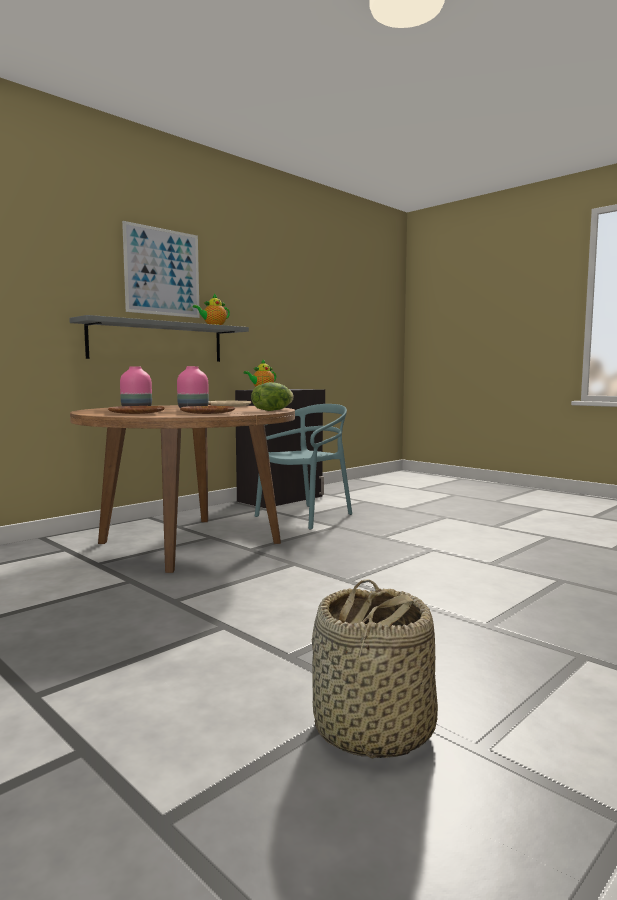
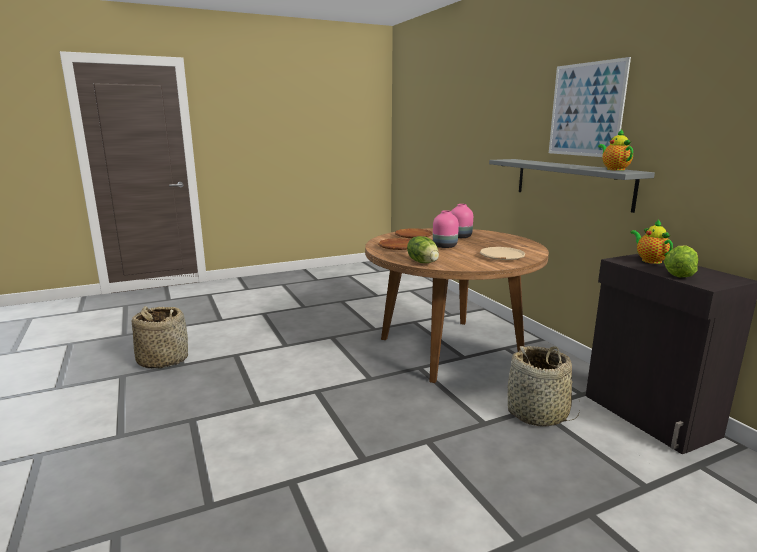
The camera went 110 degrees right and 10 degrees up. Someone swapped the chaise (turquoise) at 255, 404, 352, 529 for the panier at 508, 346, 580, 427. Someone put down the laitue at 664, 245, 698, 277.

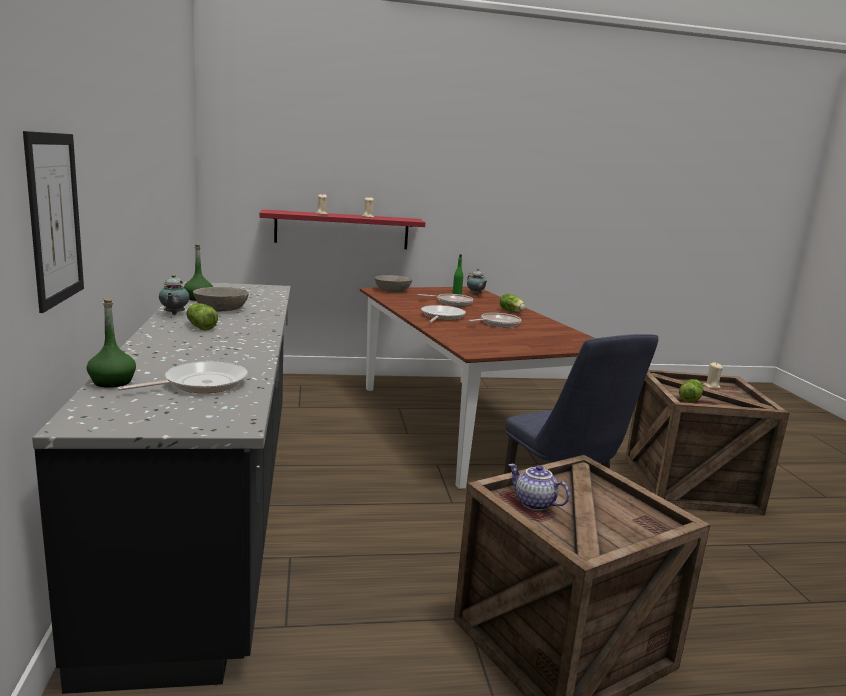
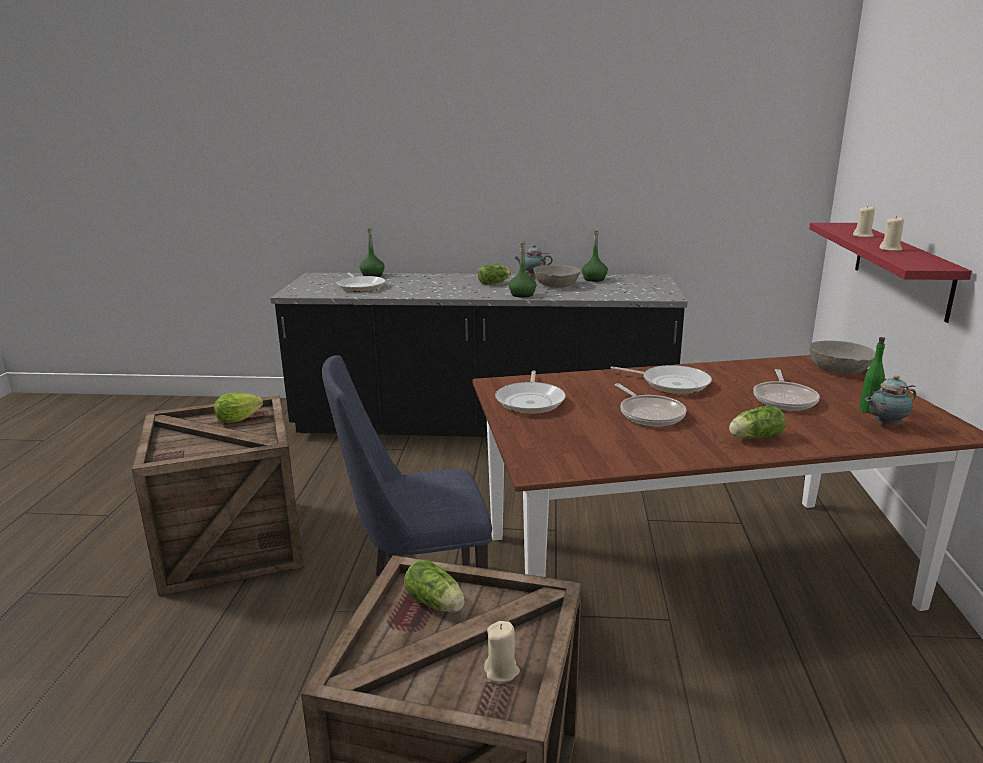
The camera went 105 degrees right and 5 degrees up. Someone took away the tableau at 23, 131, 84, 313. Someone swapped the théière at 508, 464, 570, 511 for the laitue at 214, 393, 263, 423. Someone put down the poêle at 496, 370, 566, 414. Someone put down the bouteille (vert) at 509, 242, 536, 298.

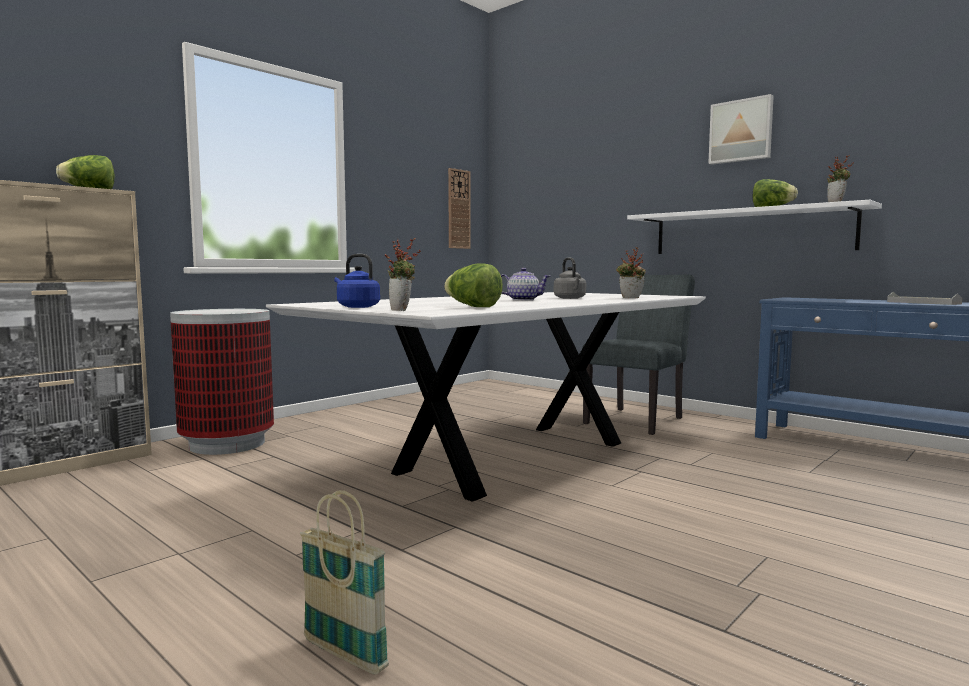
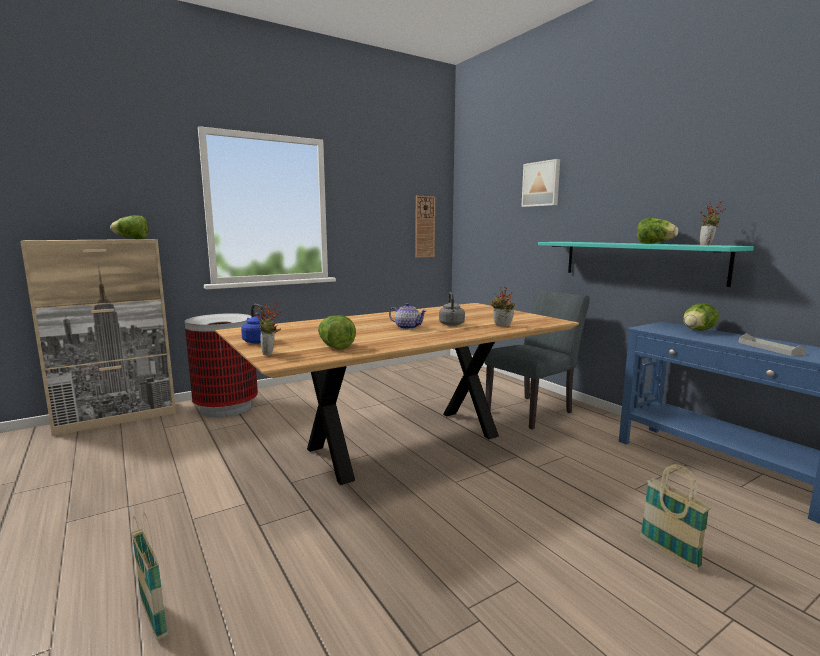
The camera went 15 degrees right and 5 degrees up. Someone repainted the table à manger (blanc) at 266, 292, 706, 502, which became the table à manger (marron) at 215, 303, 579, 485. Someone repainted the étagère (blanc) at 627, 200, 882, 254, which became the étagère (turquoise) at 538, 242, 754, 287. Someone carried the tableau from 708, 94, 774, 165 to 521, 159, 560, 207. Someone put down the panier at 640, 464, 711, 570. Someone put down the laitue at 683, 303, 719, 331.

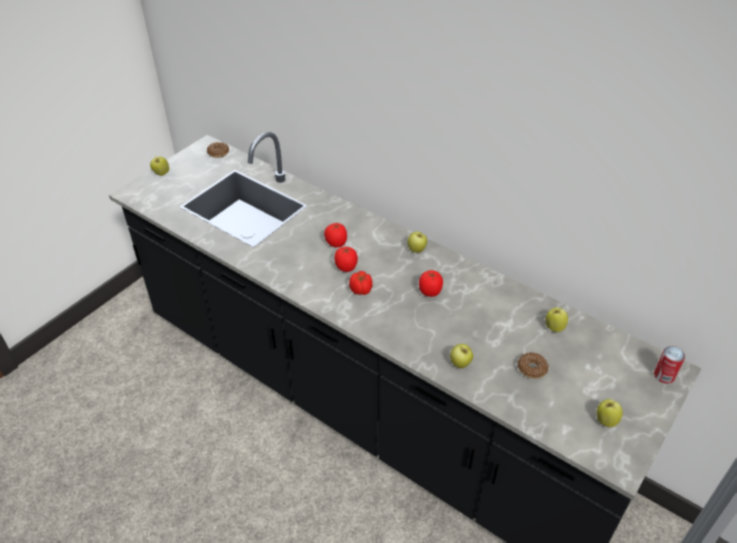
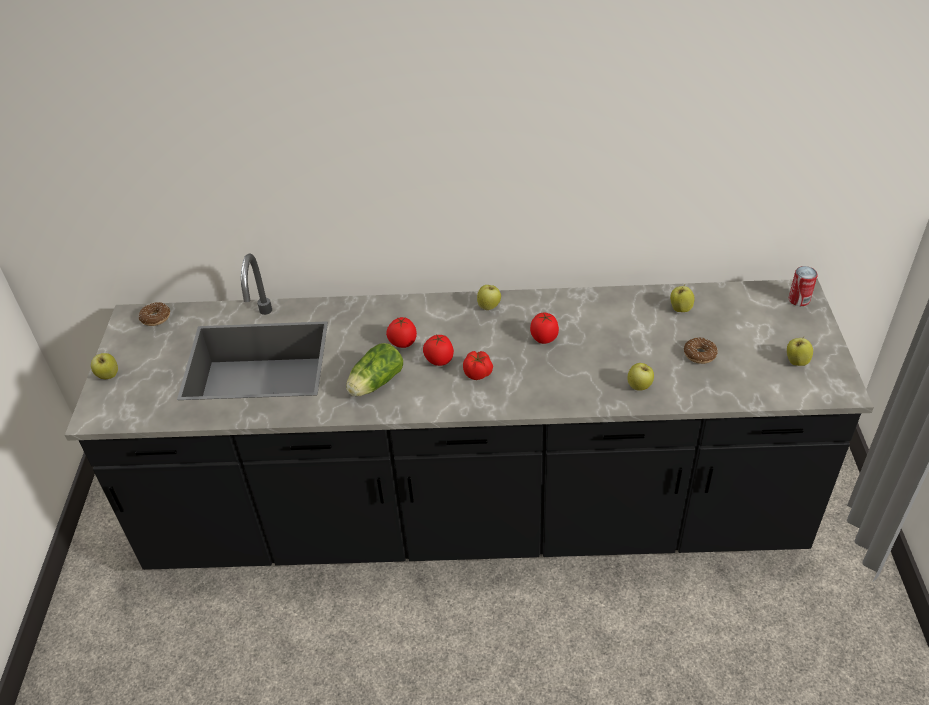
The camera went 35 degrees left and 0 degrees up. Someone put down the laitue at 346, 343, 403, 396.

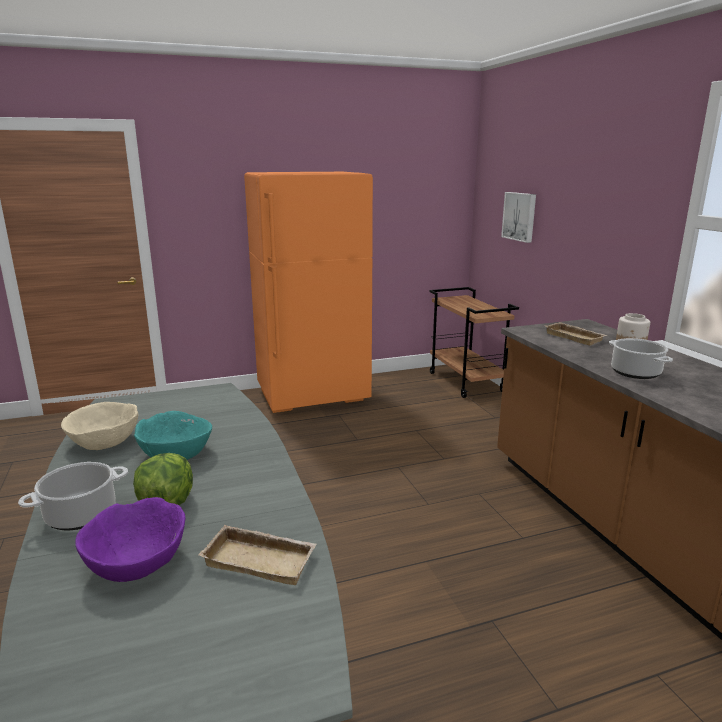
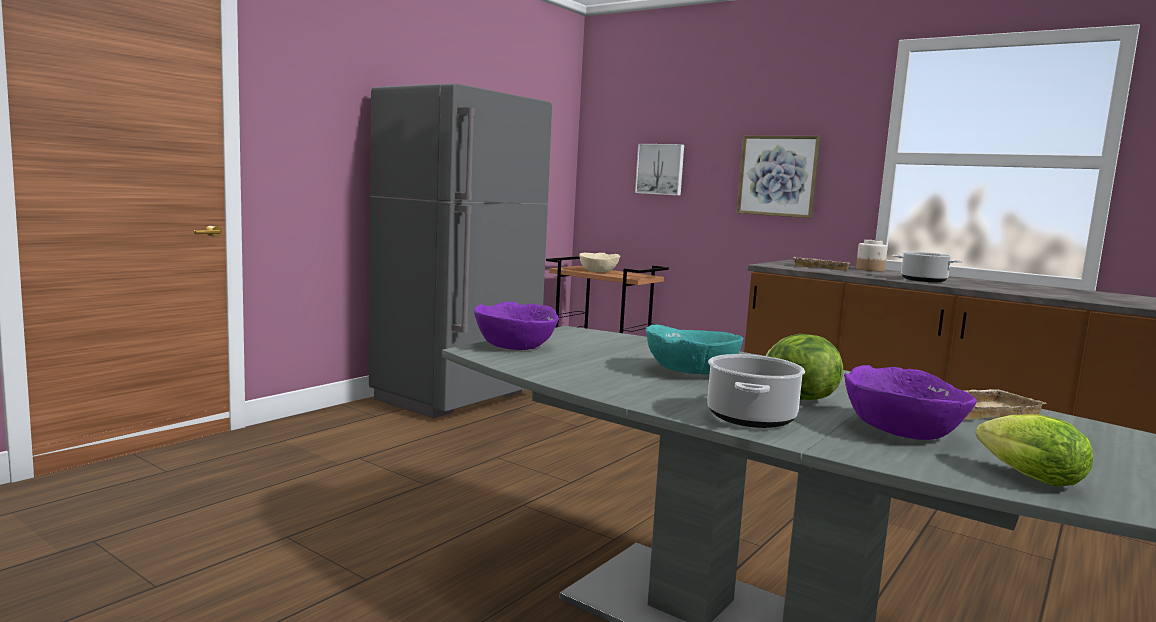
The camera went 35 degrees left and 10 degrees down. Someone carried the bol (beige) from 61, 402, 139, 450 to 579, 253, 620, 272. Someone repainted the réfrigérateur (orange) at 244, 172, 373, 413, which became the réfrigérateur (gris) at 369, 83, 552, 418. Someone put down the bol (violet) at 474, 302, 559, 350. Someone put up the tableau at 737, 136, 821, 218. Someone put down the laitue at 976, 415, 1093, 487.

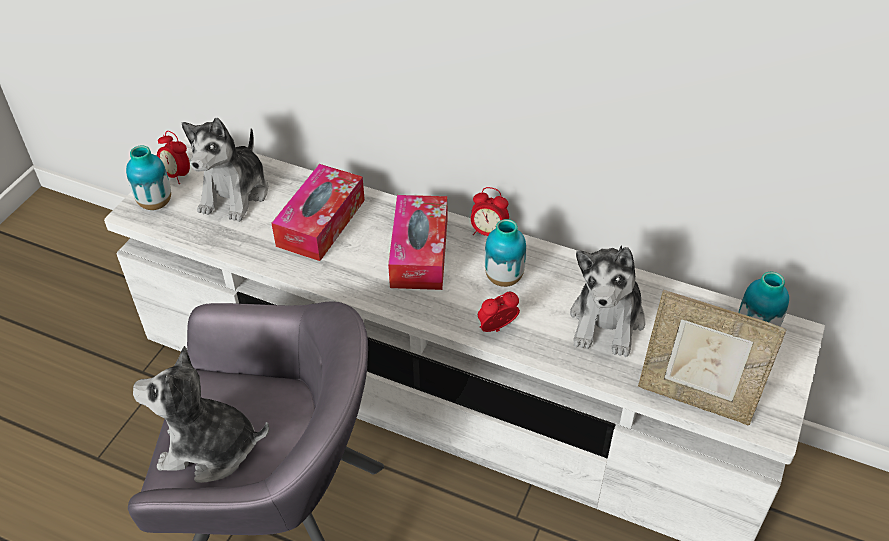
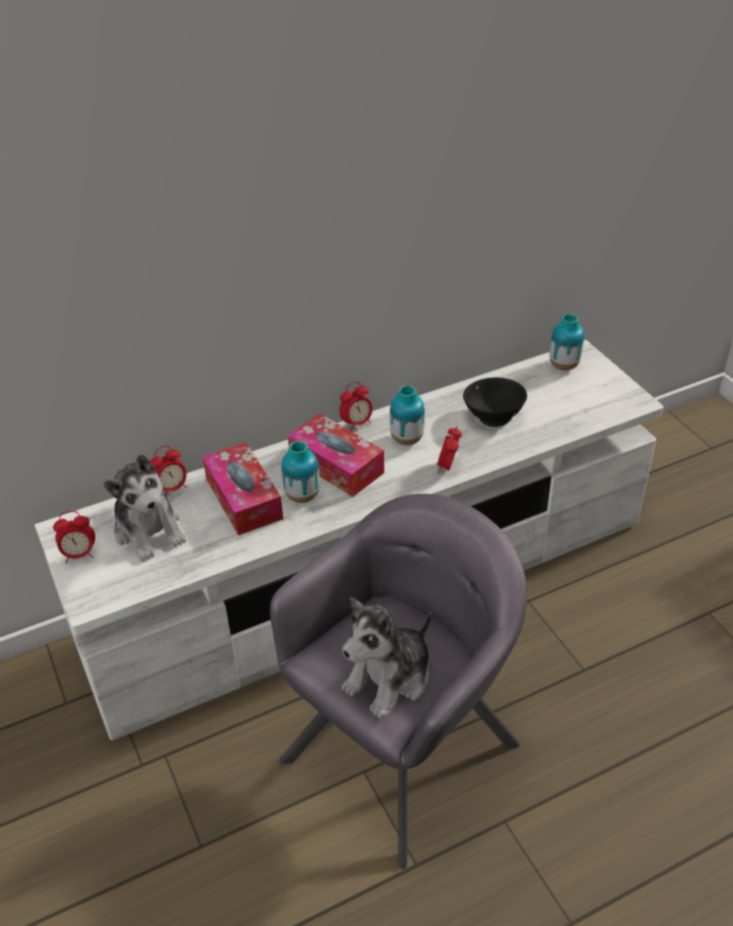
The camera went 50 degrees left and 5 degrees down. Someone carried the vase from 126, 146, 171, 210 to 282, 441, 320, 503. Someone swapped the peluche at 570, 245, 645, 357 for the bol (noir) at 463, 377, 527, 427. Someone took away the cadre photo at 638, 290, 786, 425. Someone put down the réveil at 150, 446, 187, 496.

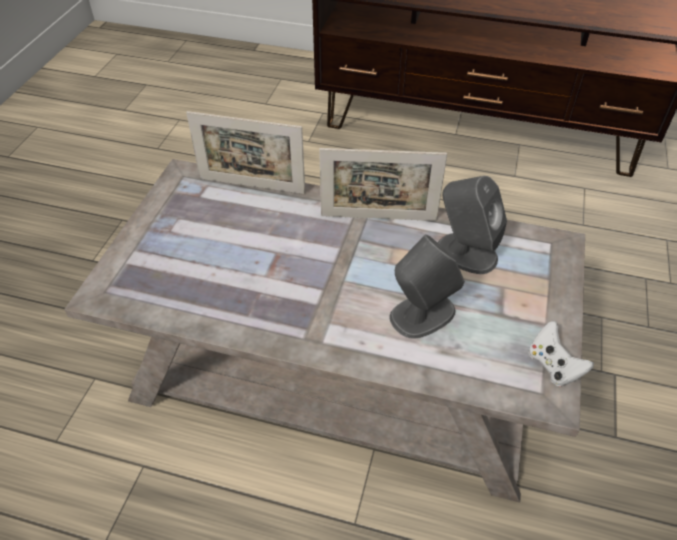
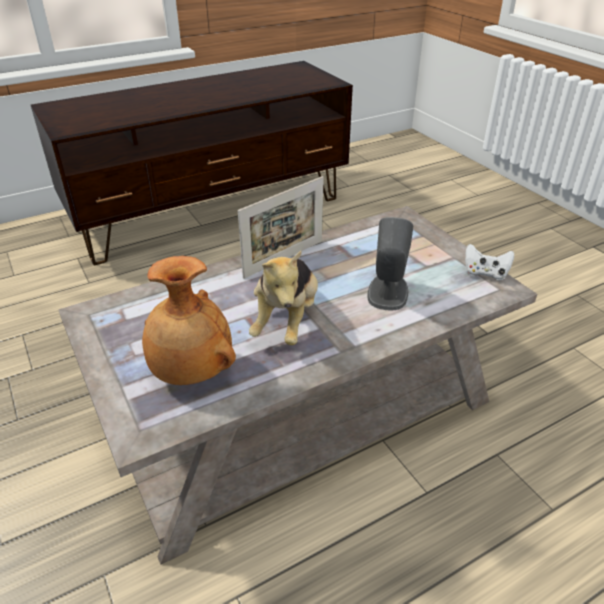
The camera went 45 degrees left and 10 degrees down. Someone took away the cadre photo at 186, 111, 305, 194. Someone took away the enceinte (gris) at 437, 176, 507, 274. Someone put down the vase (marron) at 142, 256, 236, 385. Someone put down the peluche at 249, 251, 318, 345.

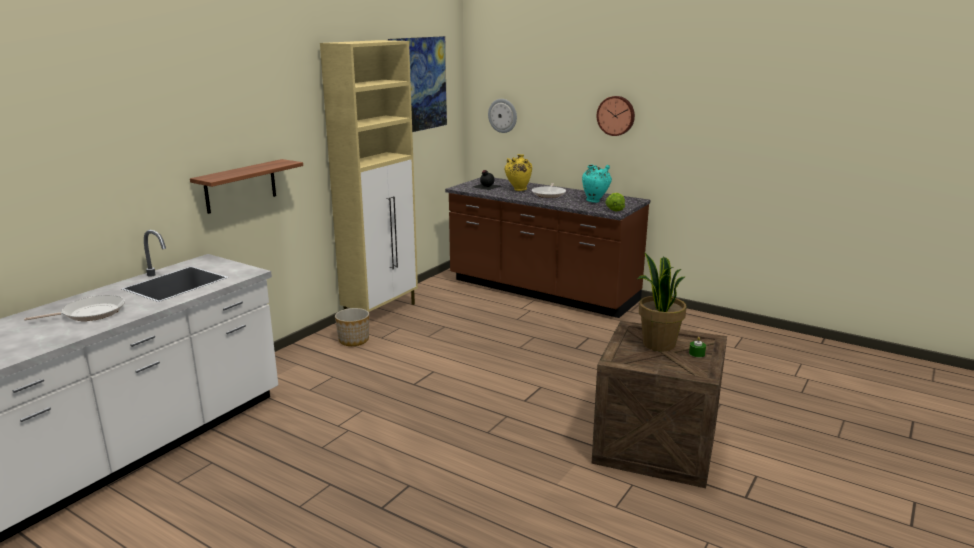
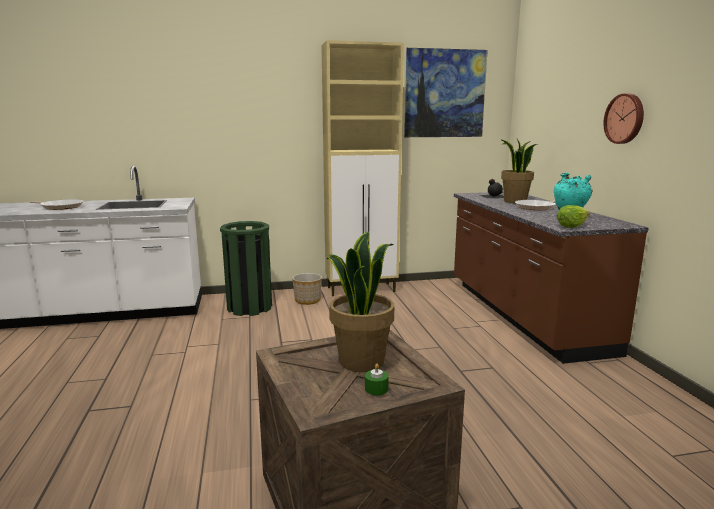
The camera went 45 degrees right and 5 degrees down. Someone took away the étagère at 190, 159, 303, 214. Someone took away the horloge murale at 488, 99, 517, 133. Someone swapped the vase (jaune) at 505, 154, 532, 191 for the plante en pot at 500, 139, 537, 203. Someone put down the poubelle (vert) at 220, 221, 272, 316.

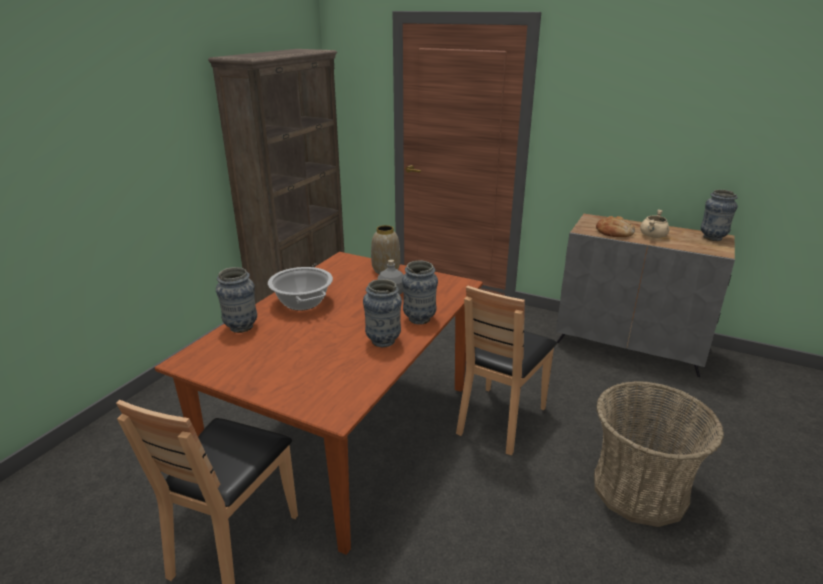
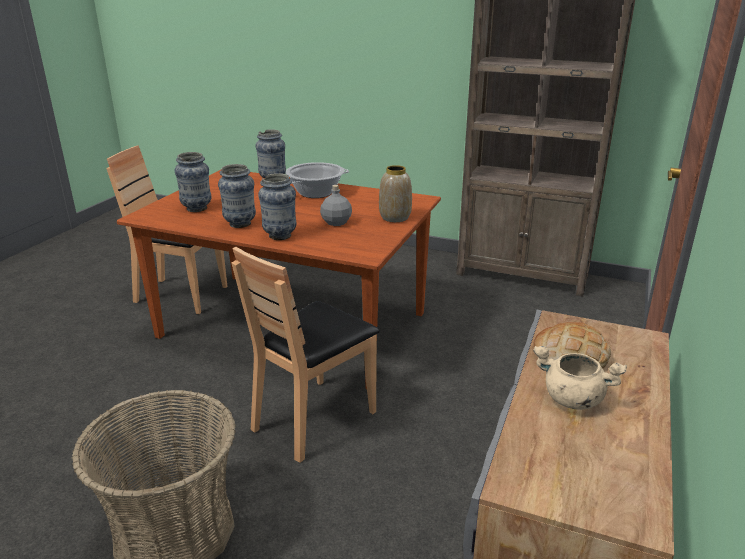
The camera went 85 degrees right and 0 degrees up. Someone rotated the chaise (marron) at 456, 285, 557, 455 by 75 degrees counterclockwise. Someone carried the vase from 701, 190, 738, 241 to 175, 152, 211, 212.

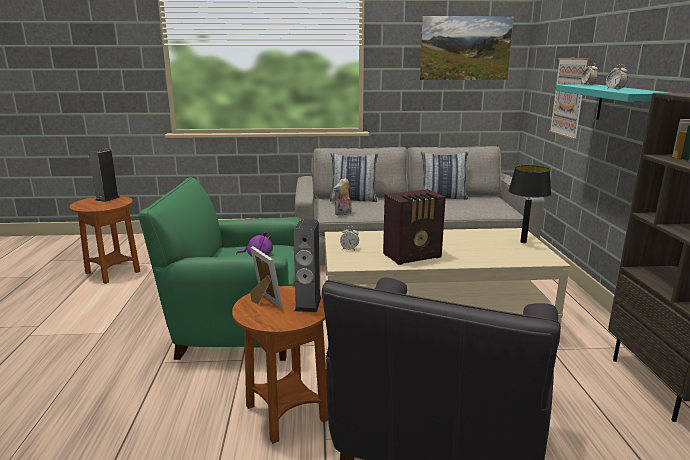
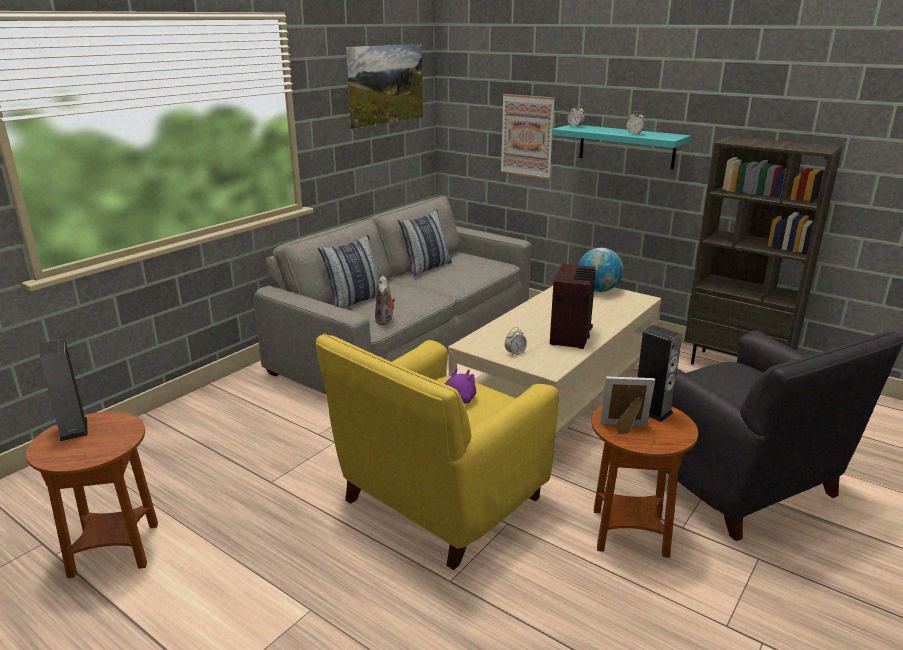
The camera went 50 degrees left and 5 degrees up. Someone repainted the fauteuil (vert) at 138, 177, 301, 361, which became the fauteuil (jaune) at 316, 333, 559, 570. Someone swapped the lampe de table (noir) at 508, 165, 551, 243 for the globe at 579, 248, 623, 292.

